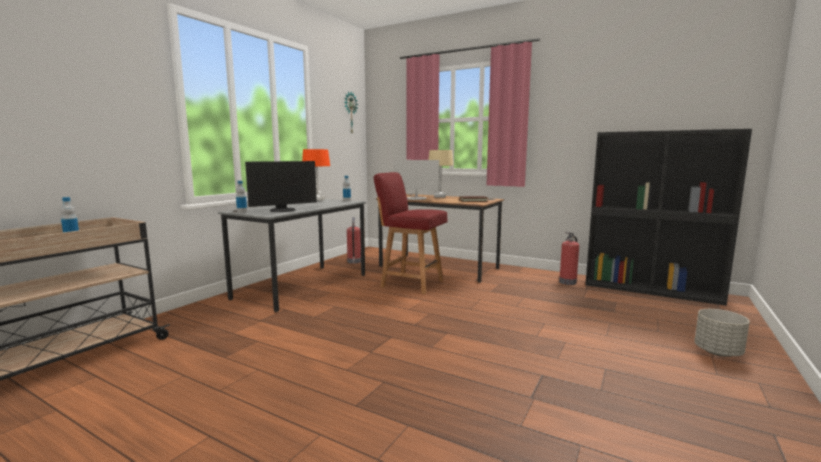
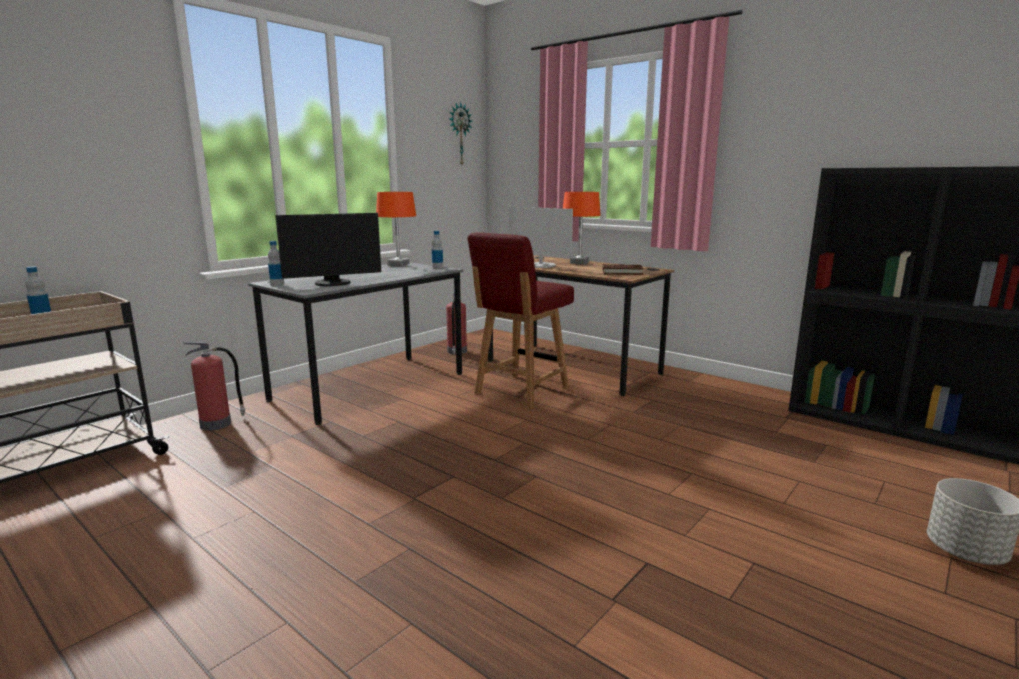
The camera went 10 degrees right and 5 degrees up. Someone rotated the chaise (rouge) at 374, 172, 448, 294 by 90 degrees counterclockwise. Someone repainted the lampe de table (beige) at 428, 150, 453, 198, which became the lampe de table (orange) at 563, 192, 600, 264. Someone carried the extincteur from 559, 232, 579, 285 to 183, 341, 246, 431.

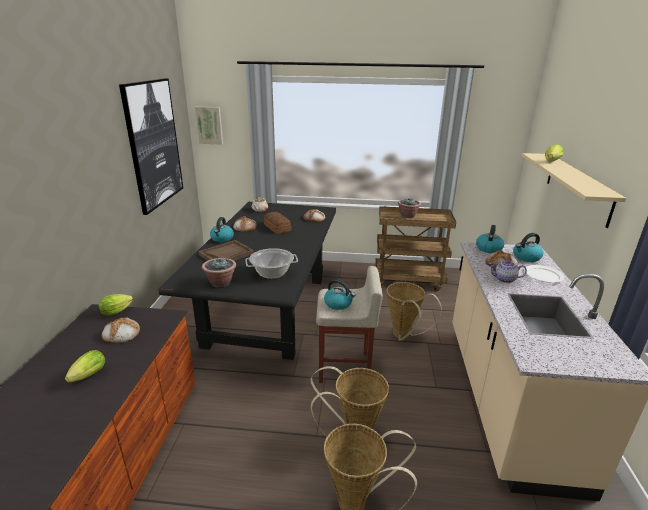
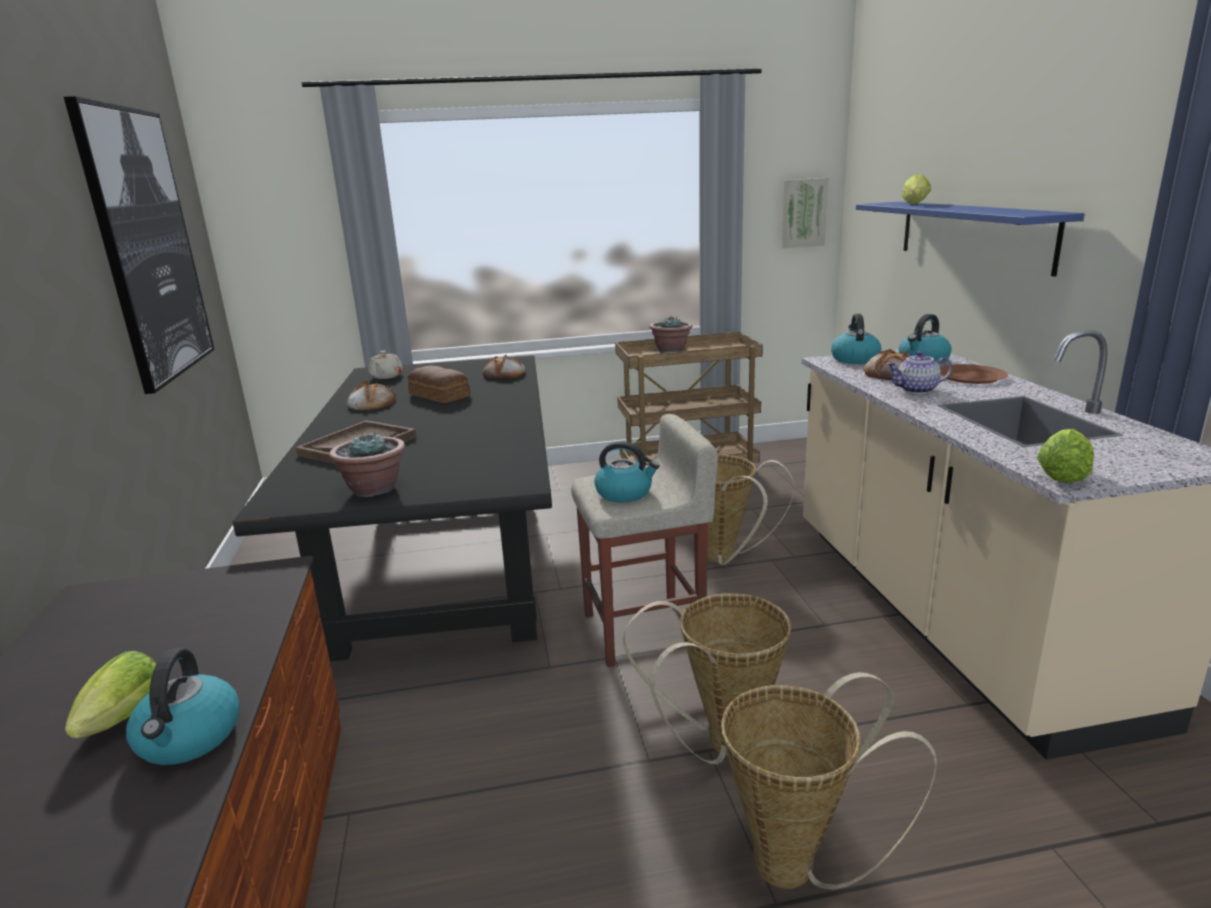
The camera went 15 degrees left and 5 degrees down. Someone carried the laitue from 98, 294, 133, 316 to 1037, 429, 1094, 483. Someone took away the pain at 102, 317, 140, 343. Someone carried the tableau from 195, 107, 223, 145 to 782, 178, 828, 248. Someone carried the bouilloire from 210, 217, 234, 242 to 126, 648, 240, 765. Someone took away the marmite at 245, 248, 298, 279. Someone repainted the étagère (beige) at 522, 153, 626, 228, which became the étagère (bleu) at 856, 202, 1084, 277. Someone repainted the assiette (blanc) at 526, 265, 565, 283, which became the assiette (marron) at 940, 364, 1008, 384.

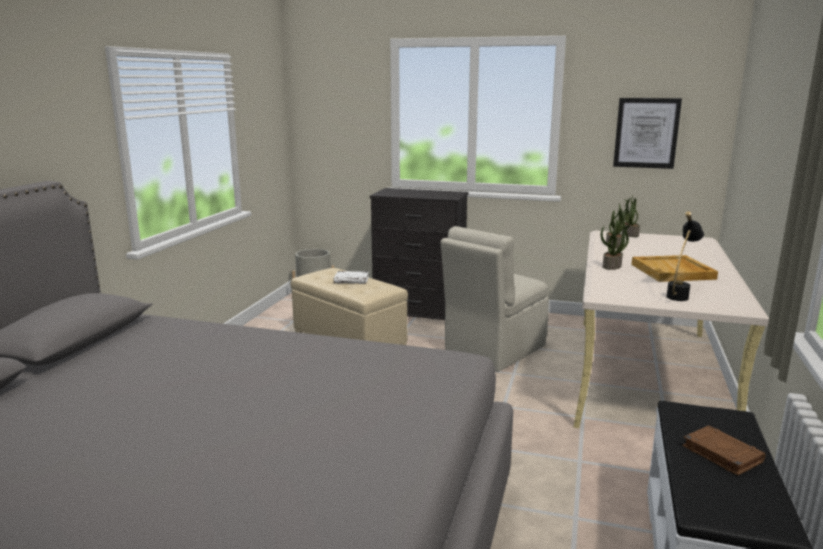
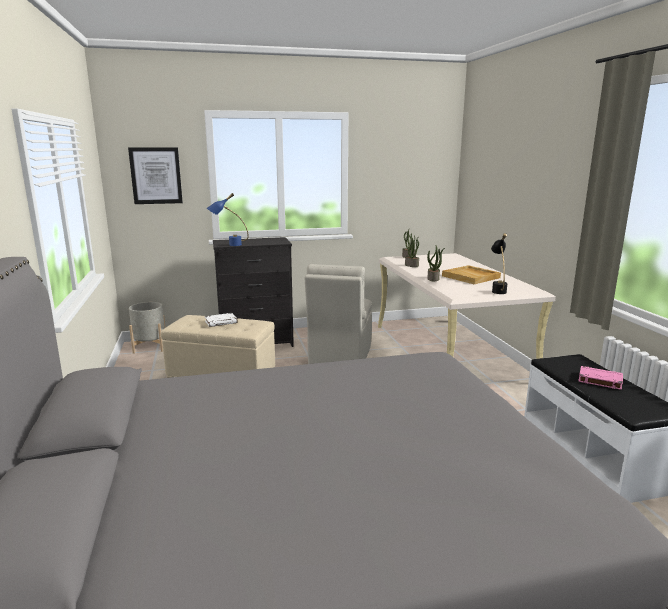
The camera went 30 degrees left and 0 degrees up. Someone carried the tableau from 613, 98, 682, 169 to 128, 147, 183, 204. Someone repainted the livre (marron) at 682, 425, 765, 476, which became the livre (rose) at 578, 366, 623, 390. Someone put down the lampe de table (bleu) at 207, 193, 249, 246.

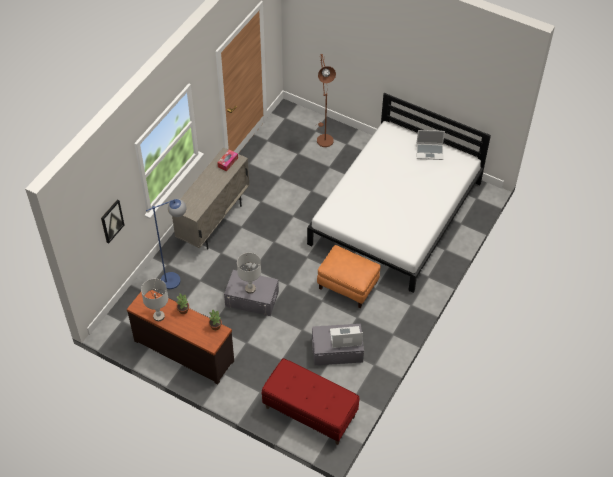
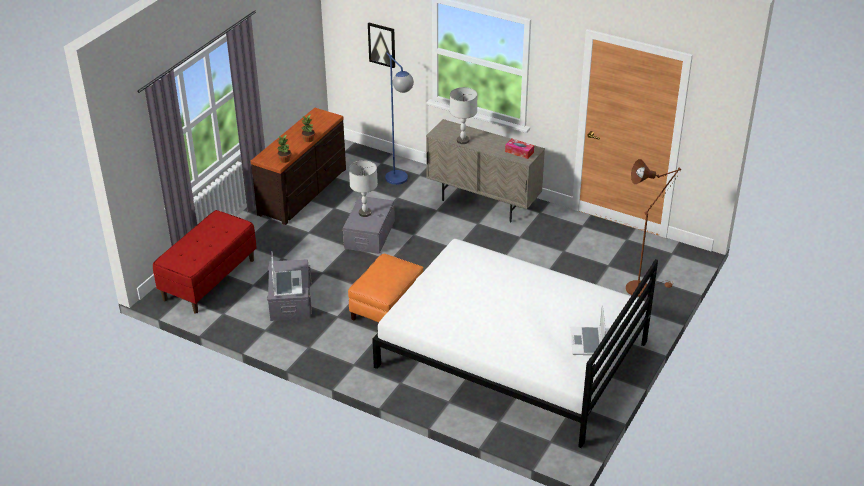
The camera went 90 degrees right and 15 degrees down. Someone carried the lampe de table (gris) from 141, 279, 168, 321 to 450, 87, 477, 144.

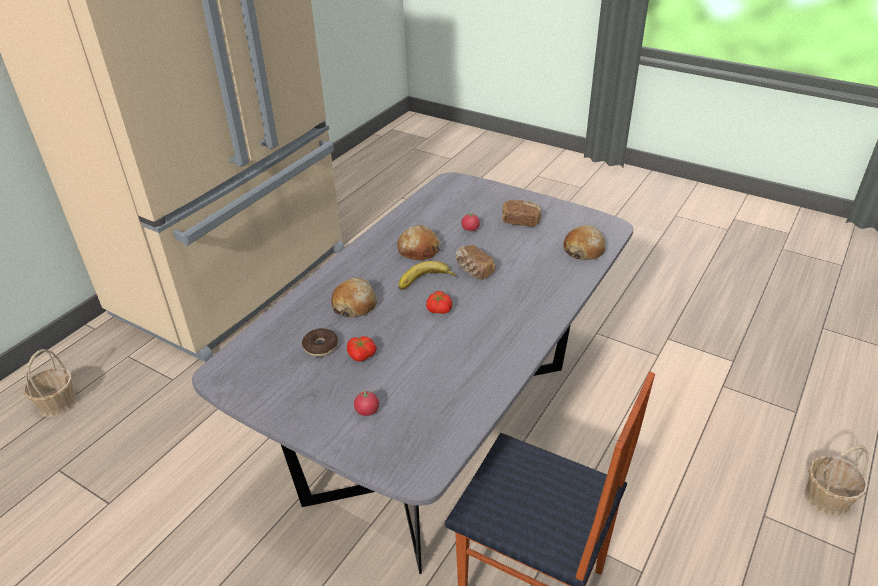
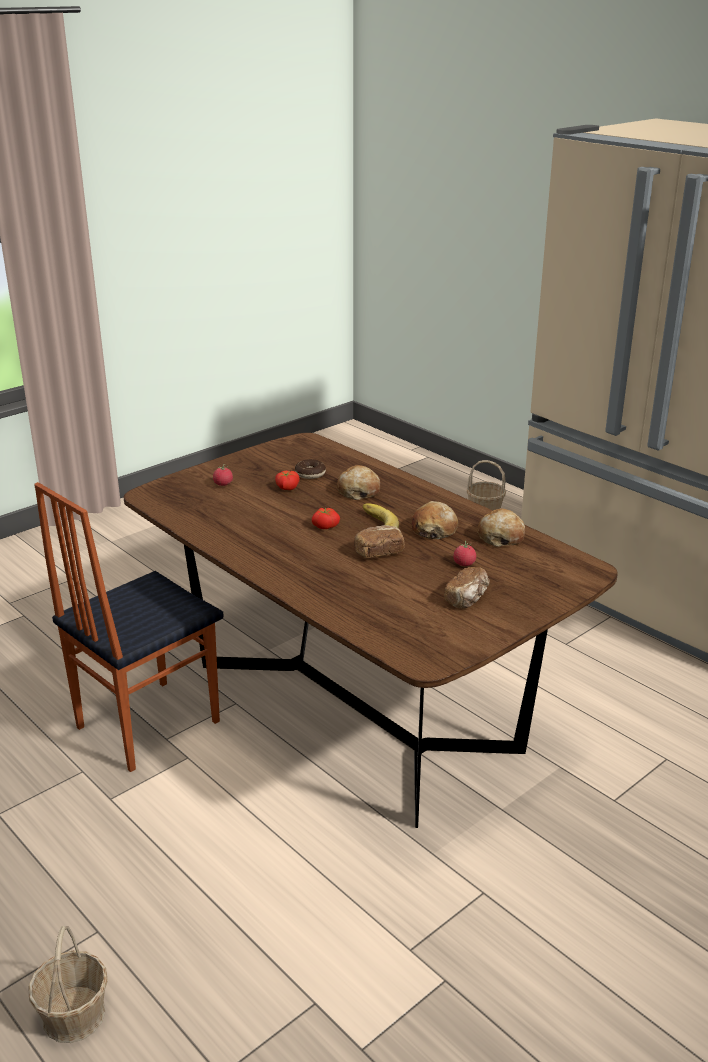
The camera went 105 degrees right and 10 degrees down. Someone repainted the table à manger (gris) at 192, 172, 633, 574, which became the table à manger (marron) at 124, 433, 618, 828. Someone carried the pain from 563, 225, 605, 260 to 477, 508, 525, 547.

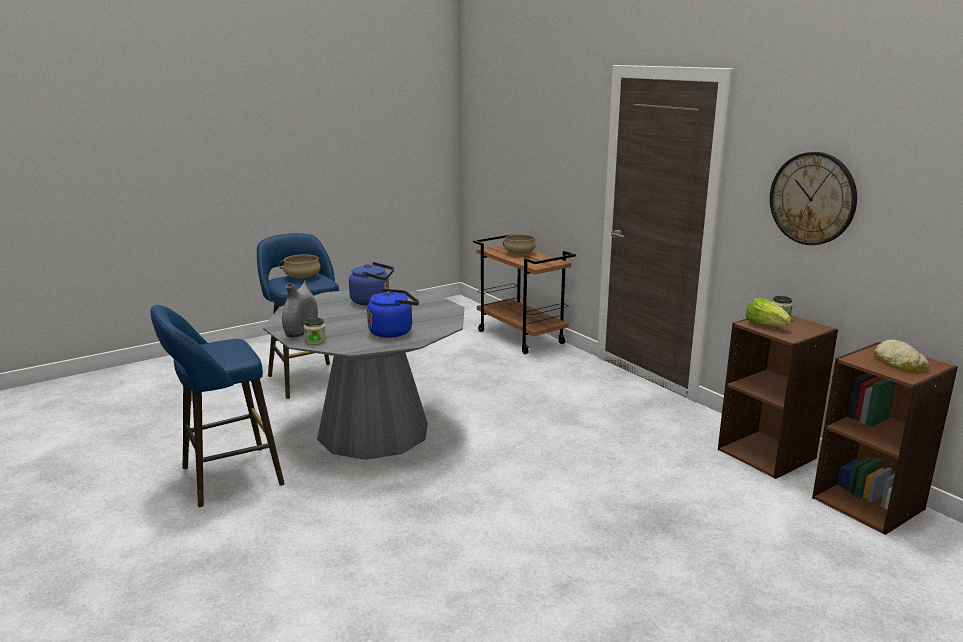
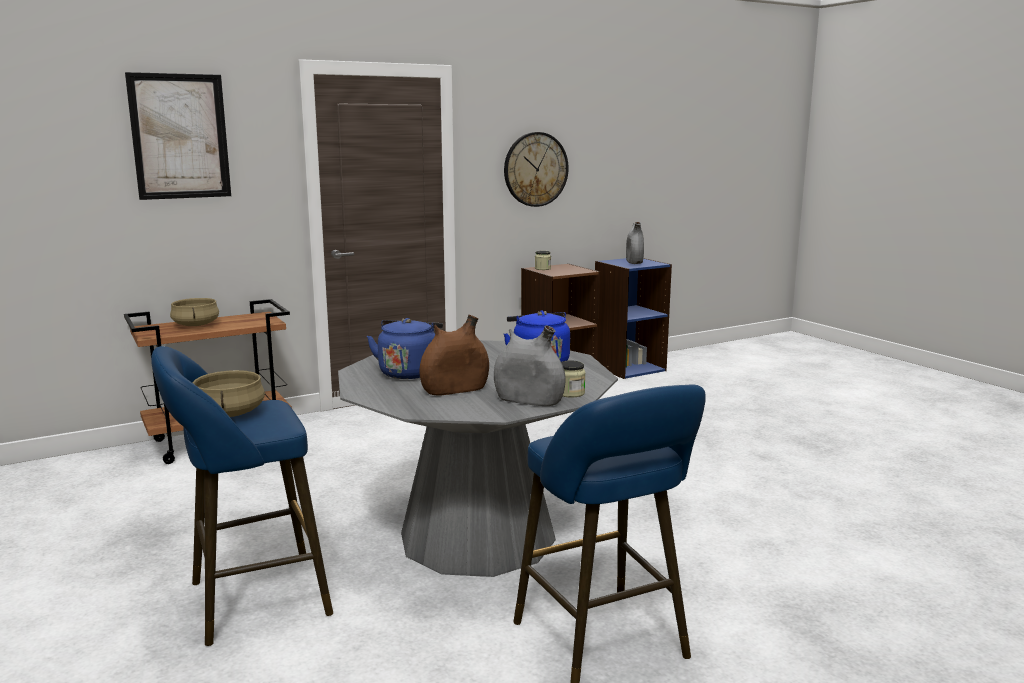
The camera went 85 degrees left and 5 degrees down. Someone took away the laitue at 746, 298, 792, 326. Someone repainted the bibliothèque (marron) at 812, 342, 958, 535, which became the bibliothèque (bleu) at 595, 258, 672, 379. Someone swapped the pain at 874, 339, 929, 372 for the vase (gris) at 626, 222, 644, 264. Someone put up the tableau at 125, 72, 231, 200. Someone put down the vase (marron) at 420, 315, 489, 395.

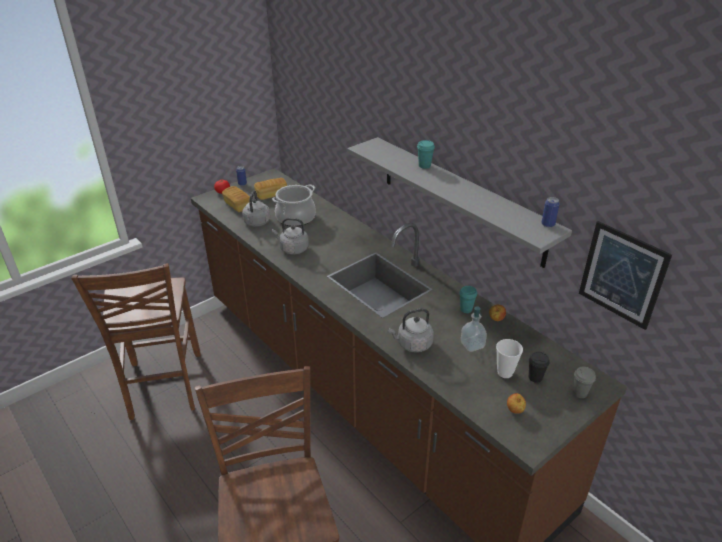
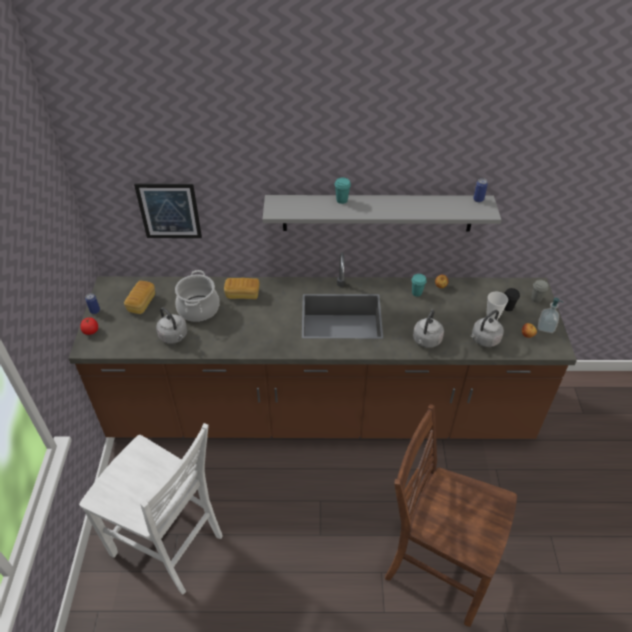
The camera went 50 degrees left and 10 degrees up. Someone repainted the chaise (marron) at 71, 263, 201, 420, which became the chaise (blanc) at 79, 423, 223, 595. Someone carried the pain from 222, 186, 250, 212 to 224, 278, 260, 299. Someone carried the bouilloire (gris) from 272, 218, 309, 254 to 470, 310, 504, 347. Someone carried the distributeur de savon from 461, 306, 487, 352 to 538, 298, 563, 333. Someone carried the tableau from 579, 221, 672, 330 to 134, 184, 202, 238.

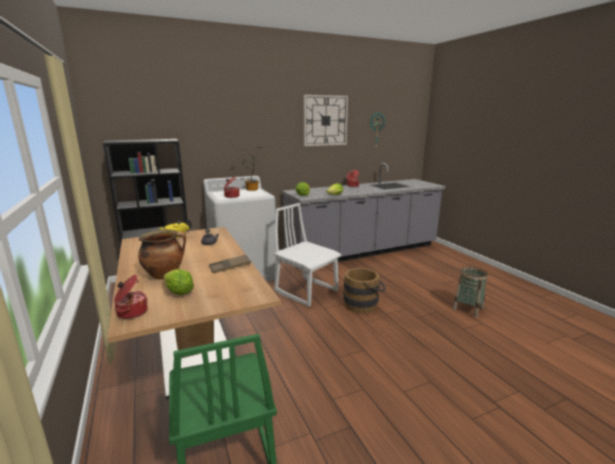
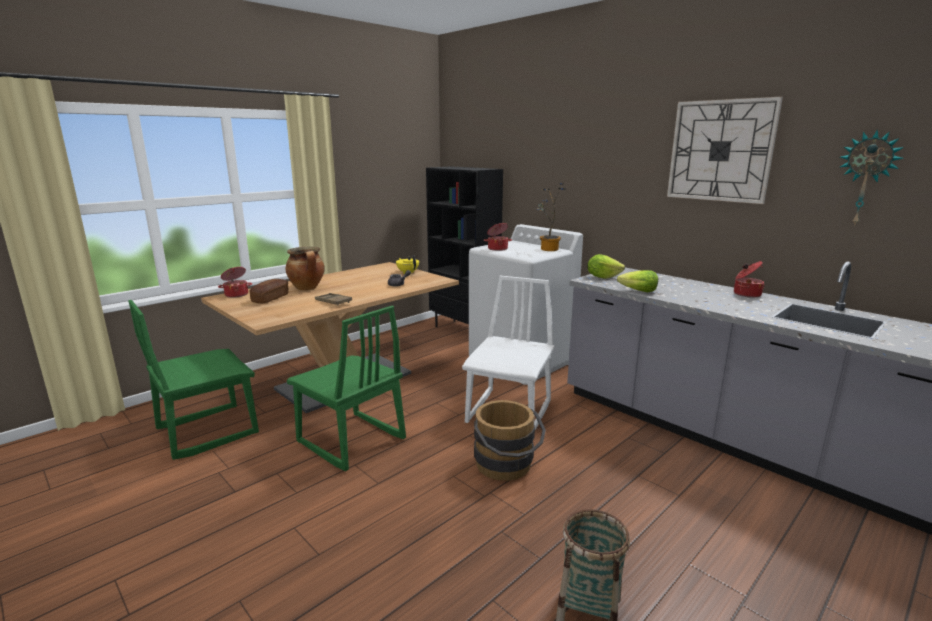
The camera went 70 degrees right and 0 degrees up. Someone swapped the laitue at 164, 269, 194, 295 for the pain at 250, 279, 289, 303. Someone put down the chaise (vert) at 287, 306, 406, 471.

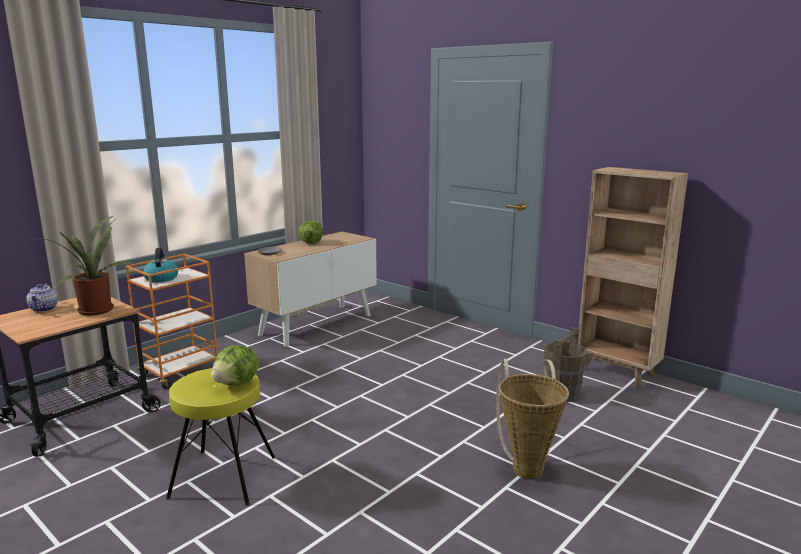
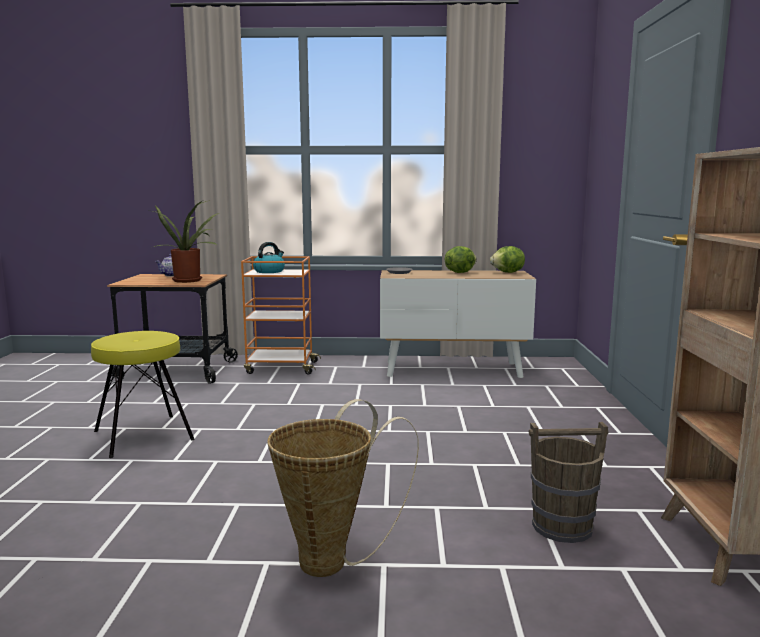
The camera went 50 degrees right and 5 degrees down. Someone carried the laitue from 211, 345, 259, 386 to 490, 246, 525, 273.

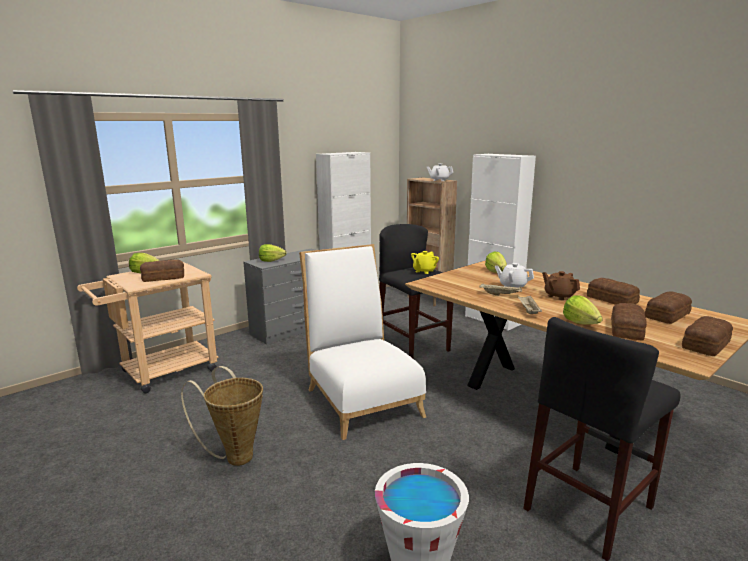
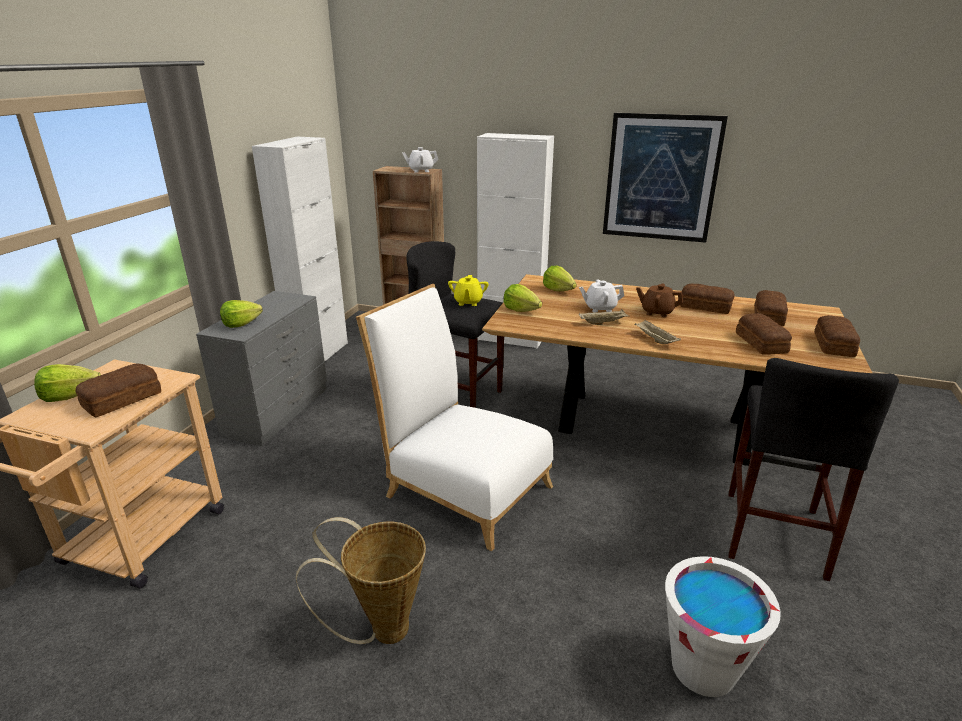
The camera went 30 degrees left and 10 degrees up. Someone carried the laitue from 563, 295, 603, 325 to 503, 284, 542, 312. Someone put up the tableau at 603, 113, 728, 243.

